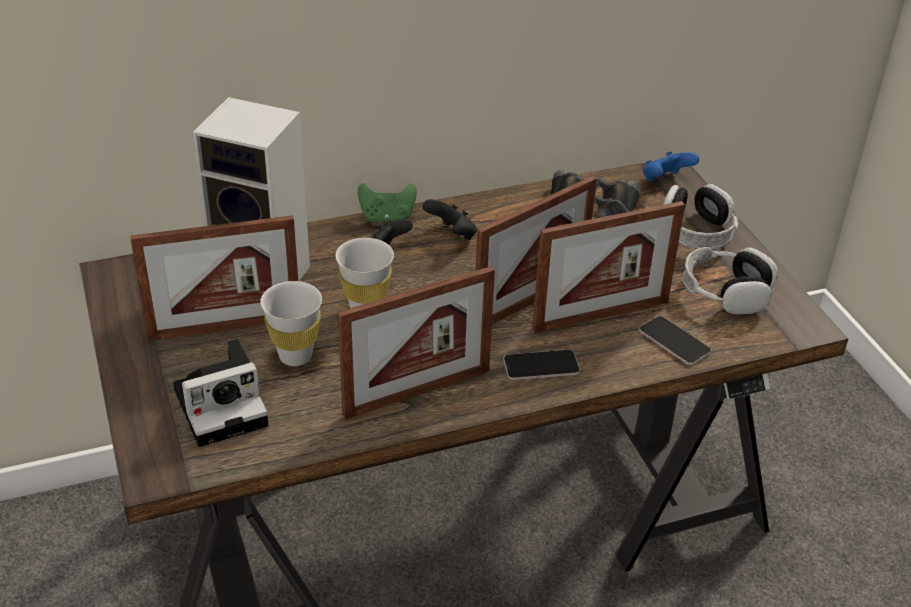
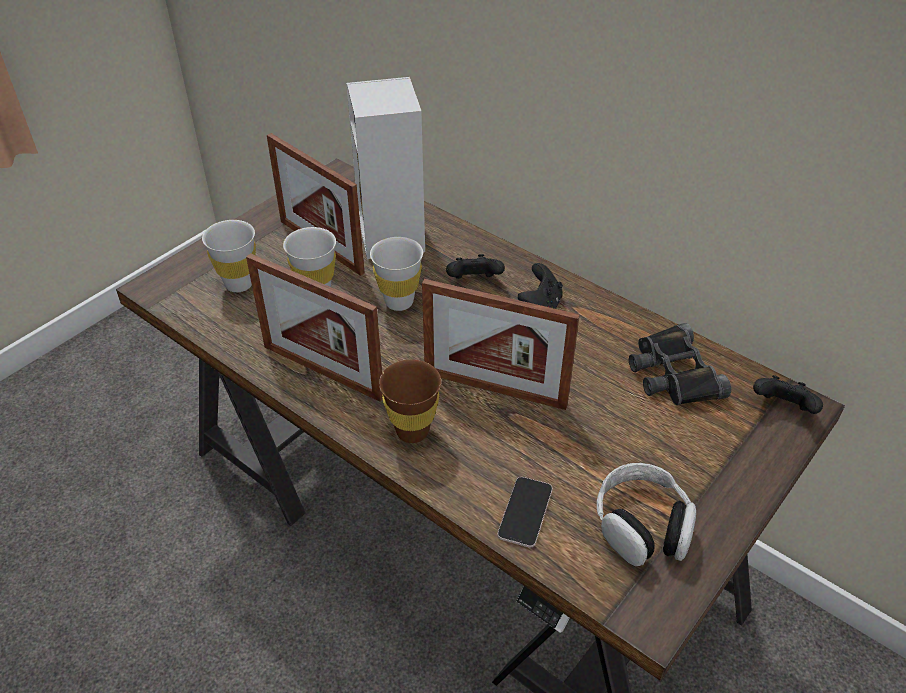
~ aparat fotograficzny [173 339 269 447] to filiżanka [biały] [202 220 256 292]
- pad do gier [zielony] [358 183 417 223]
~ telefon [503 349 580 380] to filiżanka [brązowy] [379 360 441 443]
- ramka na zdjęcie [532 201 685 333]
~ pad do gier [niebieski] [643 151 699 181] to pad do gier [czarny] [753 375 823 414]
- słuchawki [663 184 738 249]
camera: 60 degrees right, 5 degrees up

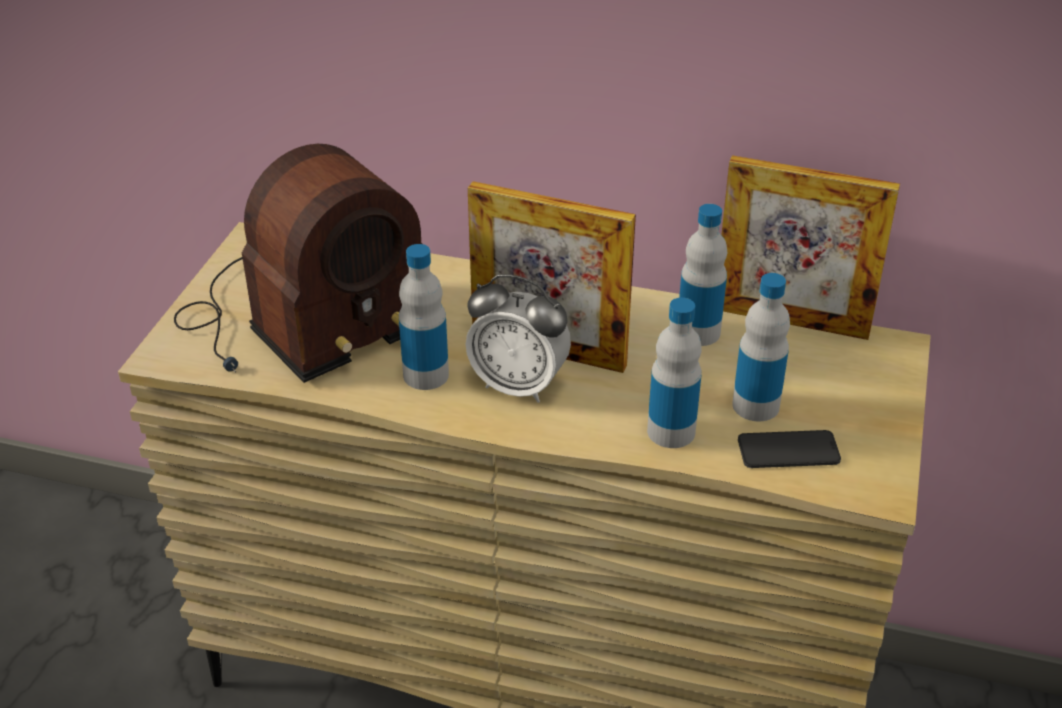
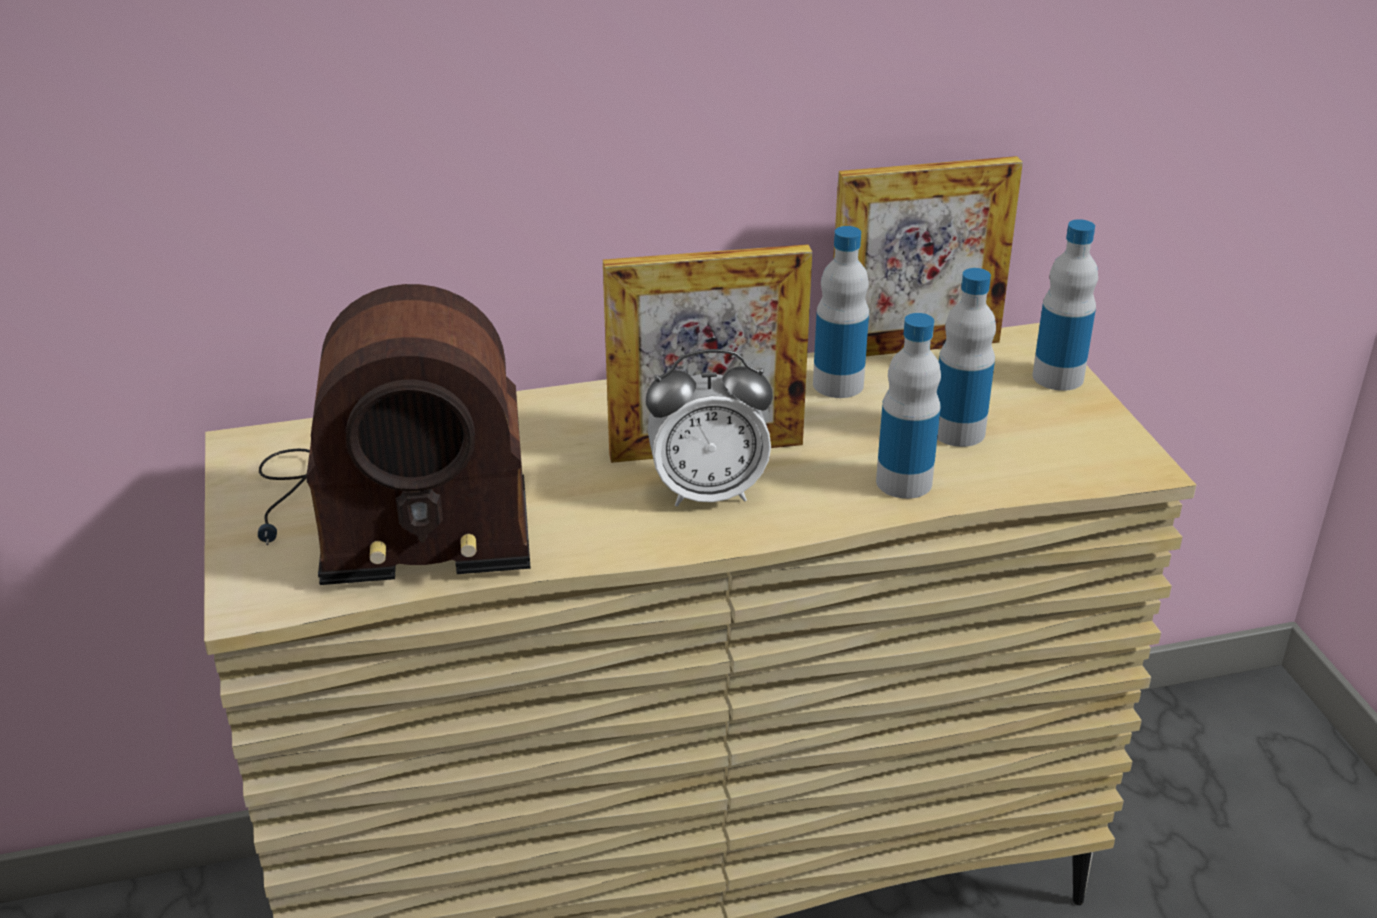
~ radio [174 144 422 383] = [258 284 531 585] 60 degrees clockwise
~ butelka [399 244 449 390] to [1032 219 1098 391]
- telefon [738 430 841 468]
camera: 30 degrees left, 5 degrees down

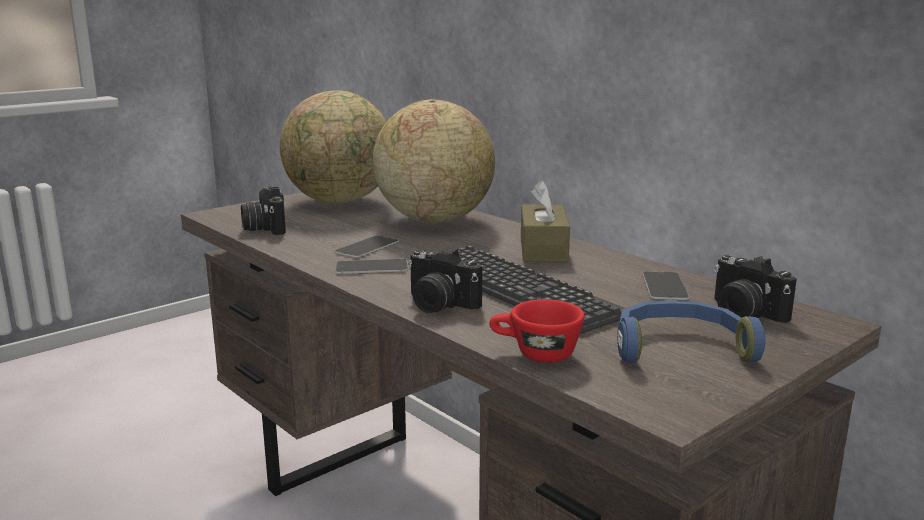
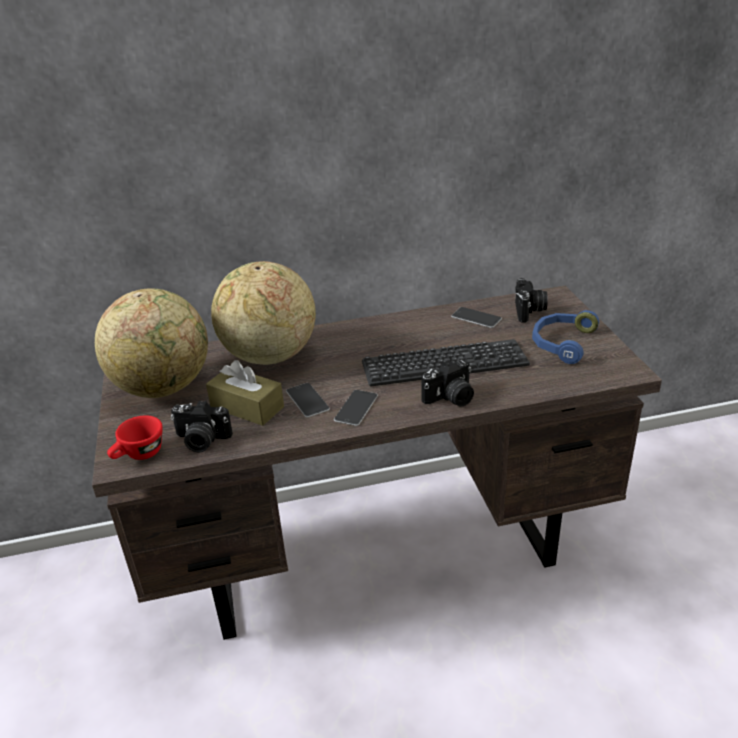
~ filiżanka [czerwony] [489 299 585 363] to [107 415 163 460]
~ pudełko chusteczek [brązowy] [521 180 570 263] to [206 360 284 426]
~ aparat fotograficzny [714 255 797 323] = [515 278 548 322] 75 degrees counterclockwise
camera: 60 degrees left, 15 degrees up

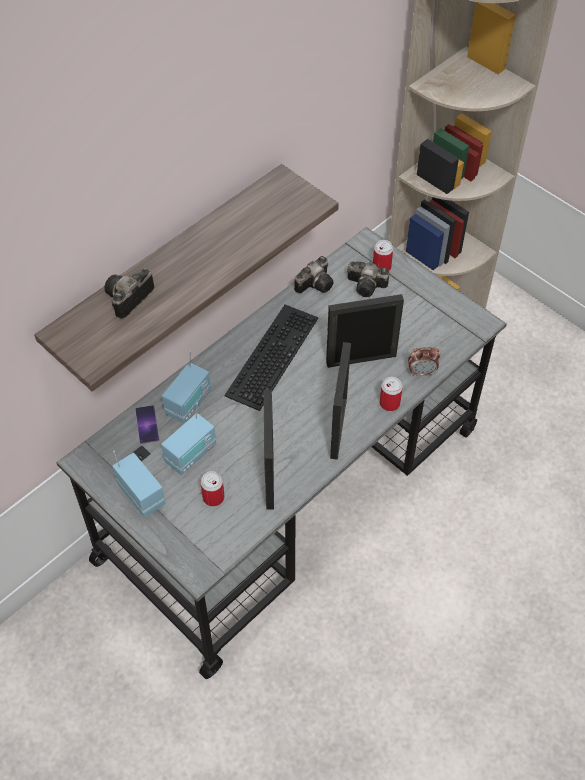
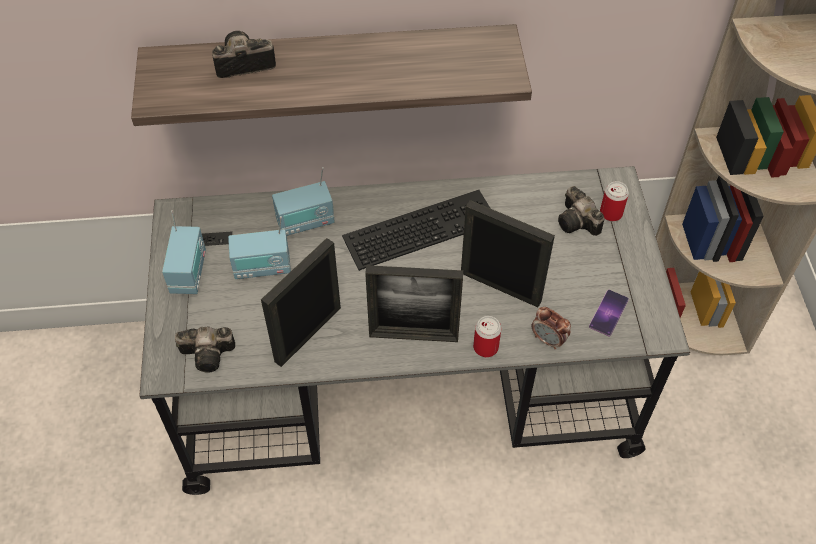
~ telefon [135 405 159 444] to [589 290 629 337]
- puszka [200 471 225 506]
~ aparat fotograficzny [294 256 333 293] to [175 327 235 372]
~ ramka na zdjęcie [330 342 351 460] = [365 265 463 342] 45 degrees clockwise
camera: 40 degrees right, 0 degrees up

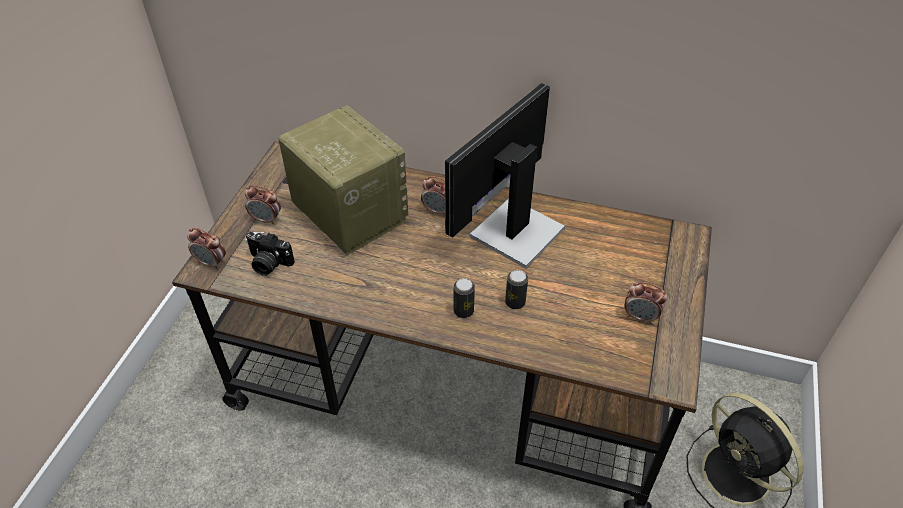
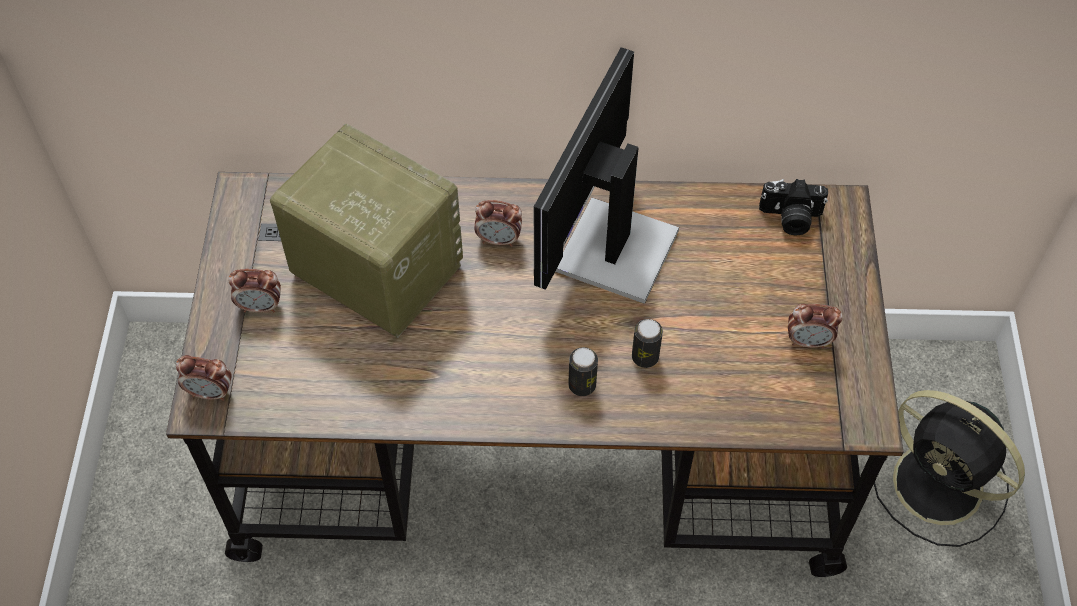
~ aparat fotograficzny [245 232 295 276] to [759 179 828 236]
camera: 15 degrees left, 10 degrees up

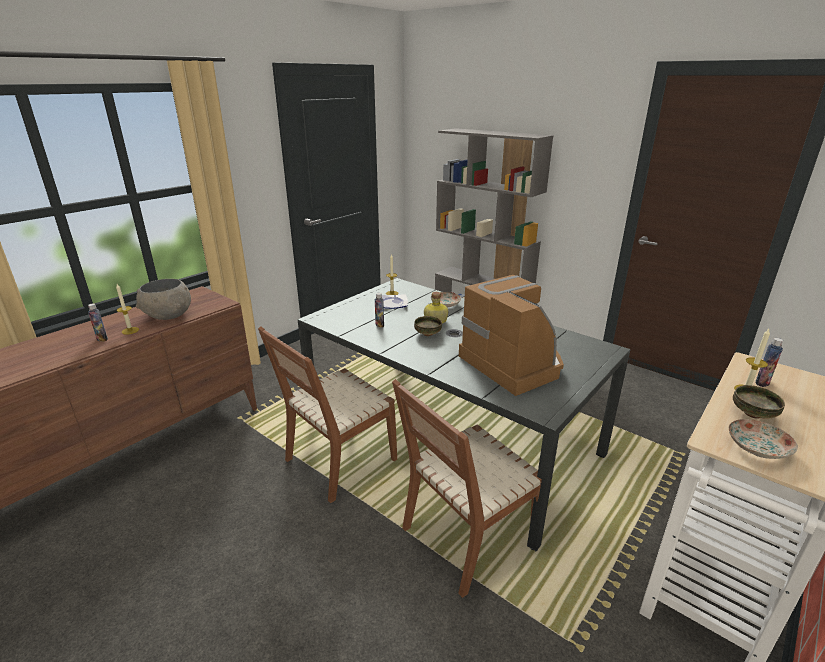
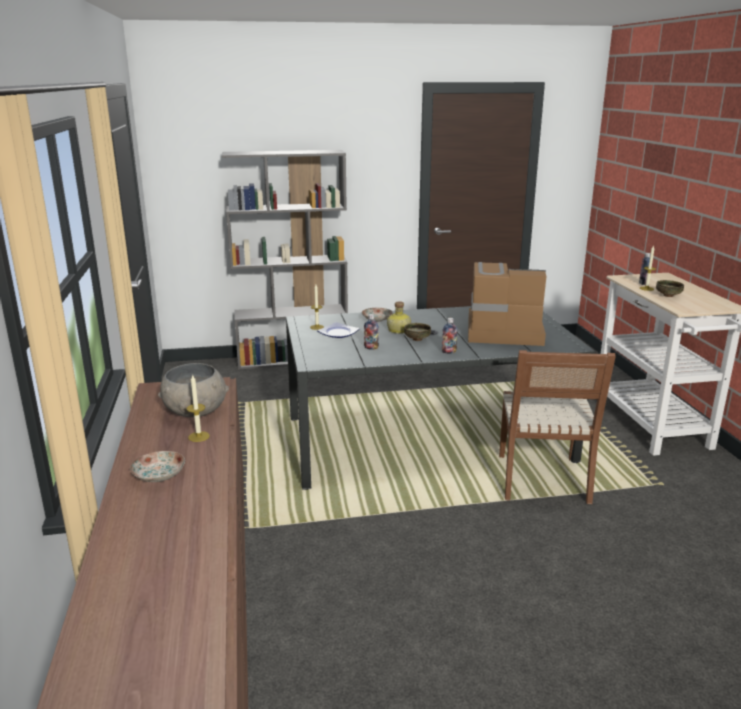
~ butelka [88 303 108 342] to [442 318 458 354]
- krzesło [258 326 397 503]
~ talerz [729 419 798 459] to [130 451 185 482]
camera: 50 degrees left, 5 degrees down

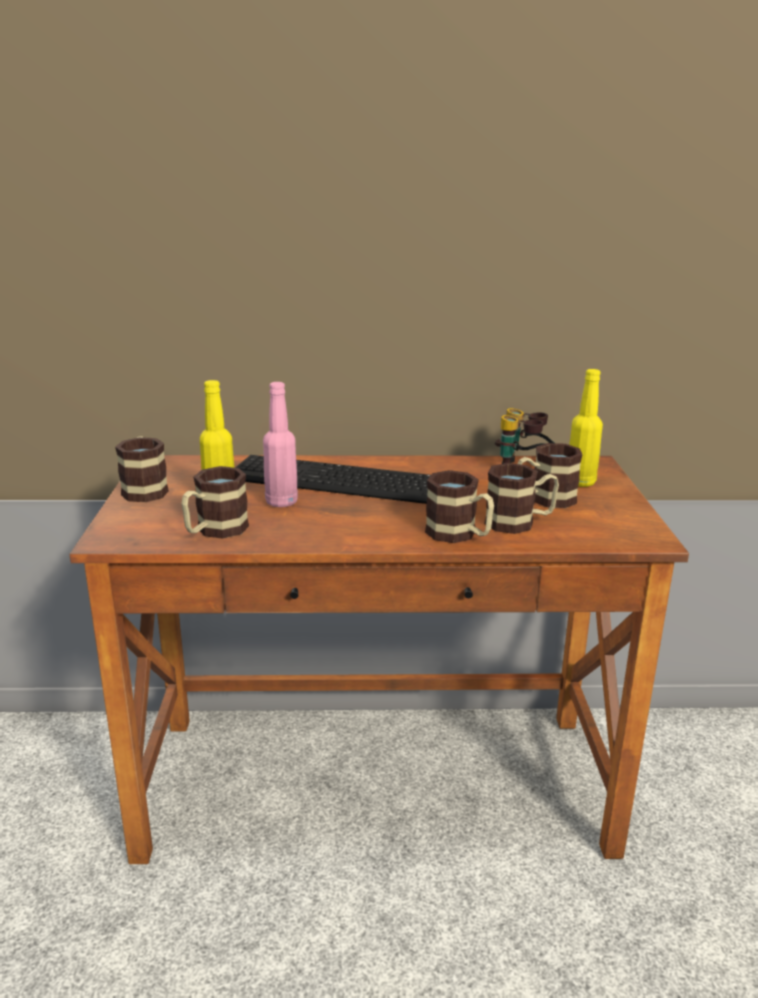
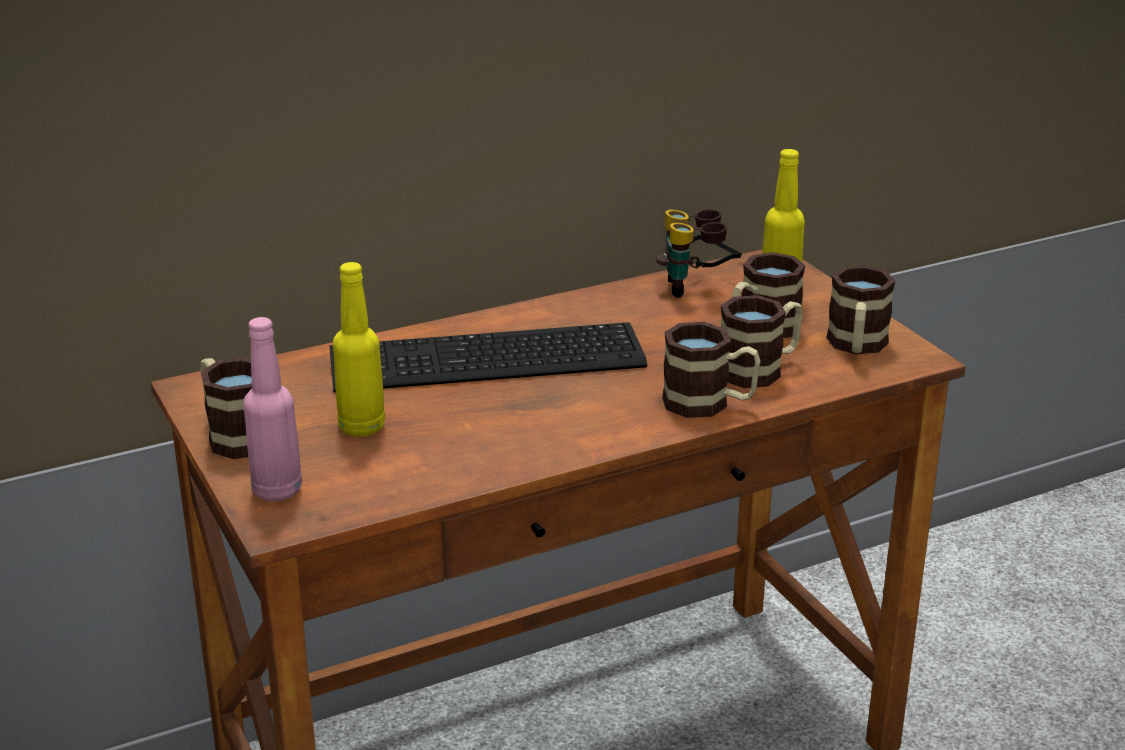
~ kubek [181 466 249 539] to [826 265 895 355]
~ butelka [różowy] [263 382 298 507] to [243 317 302 501]
camera: 25 degrees left, 5 degrees up

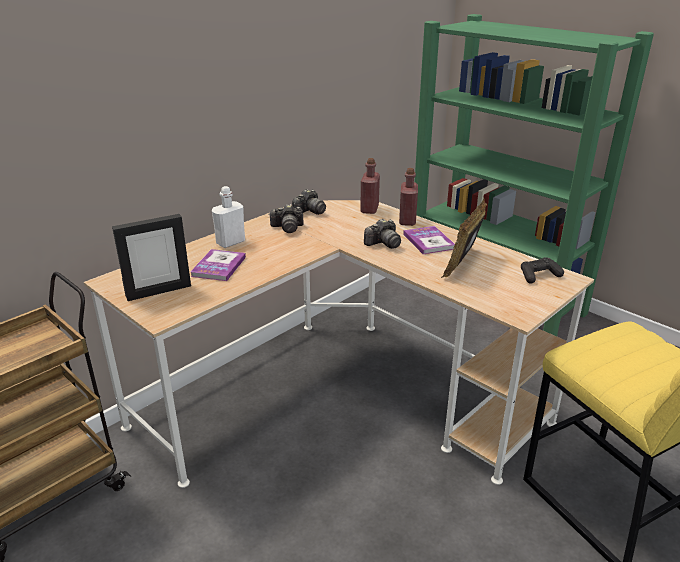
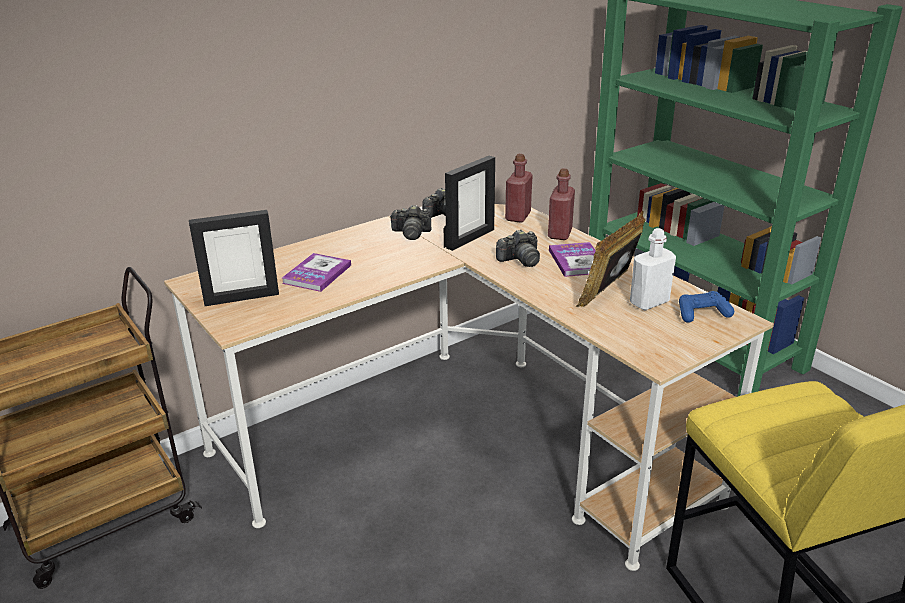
~ butelka [biały] [212 186 245 248] to [630 228 676 311]
~ pad do gier [czarny] [521 257 564 284] to pad do gier [niebieski] [679 291 734 323]
+ ramka na zdjęcie [444 156 495 251]
camera: 10 degrees right, 0 degrees up

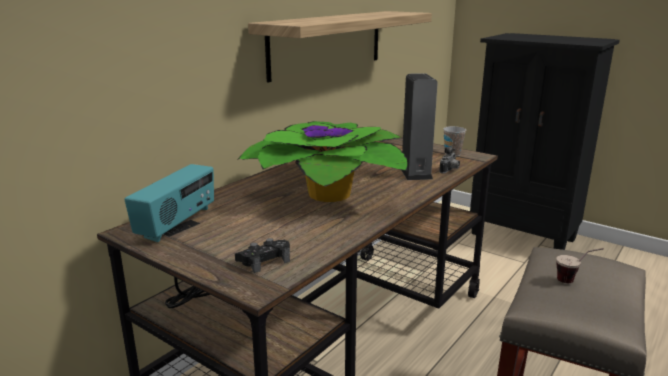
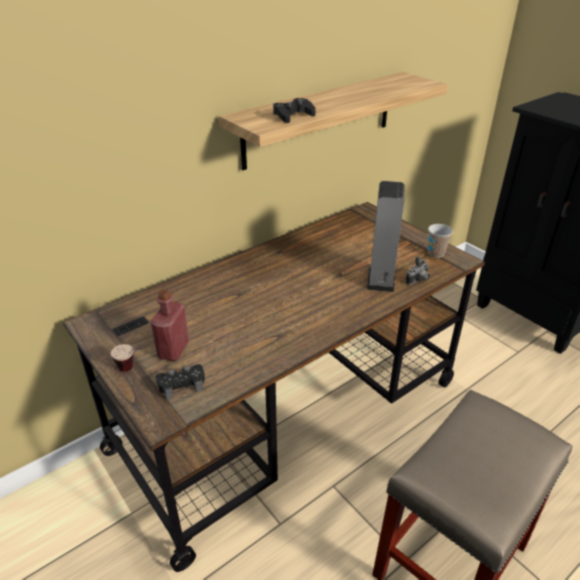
- radio [124 164 214 242]
- roślina doniczkowa [237 121 407 202]
~ filiżanka [556 248 604 283] to [111 344 144 372]
+ butelka [czerwony] [150 289 189 361]
+ pad do gier [czarny] [273 98 316 123]
camera: 15 degrees right, 15 degrees up

